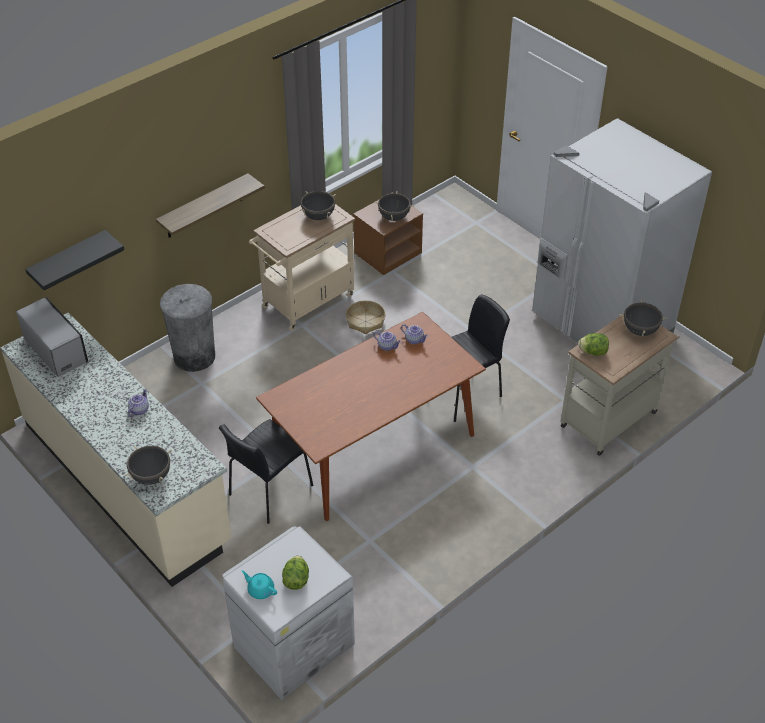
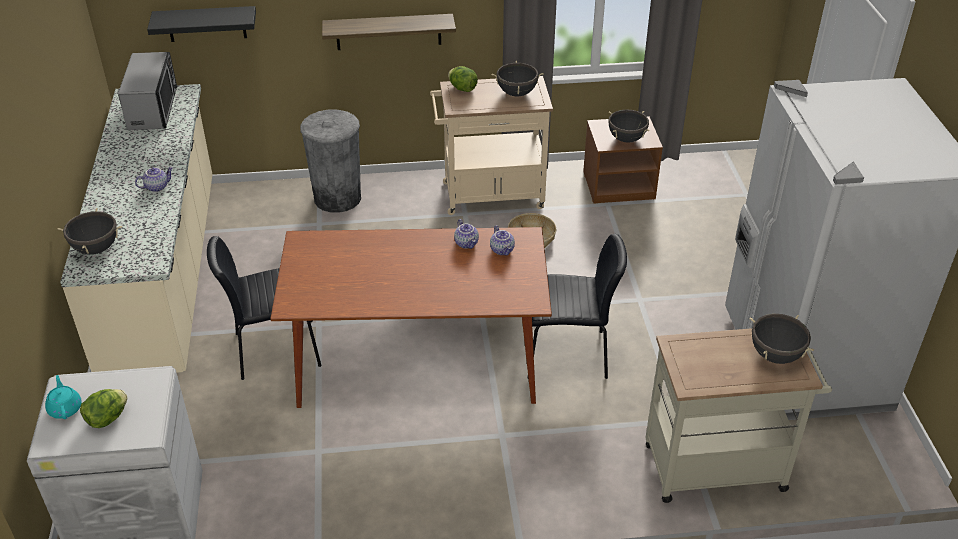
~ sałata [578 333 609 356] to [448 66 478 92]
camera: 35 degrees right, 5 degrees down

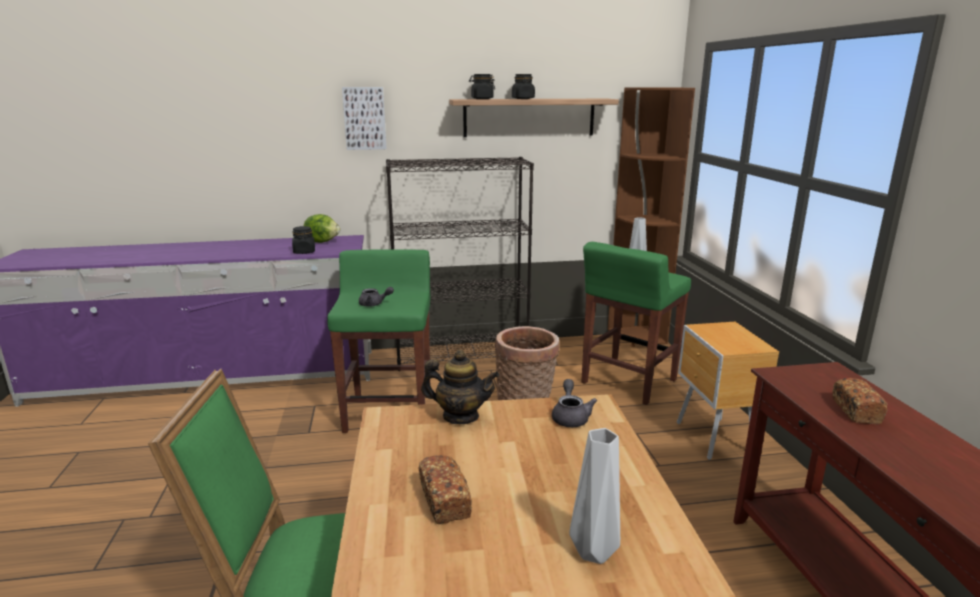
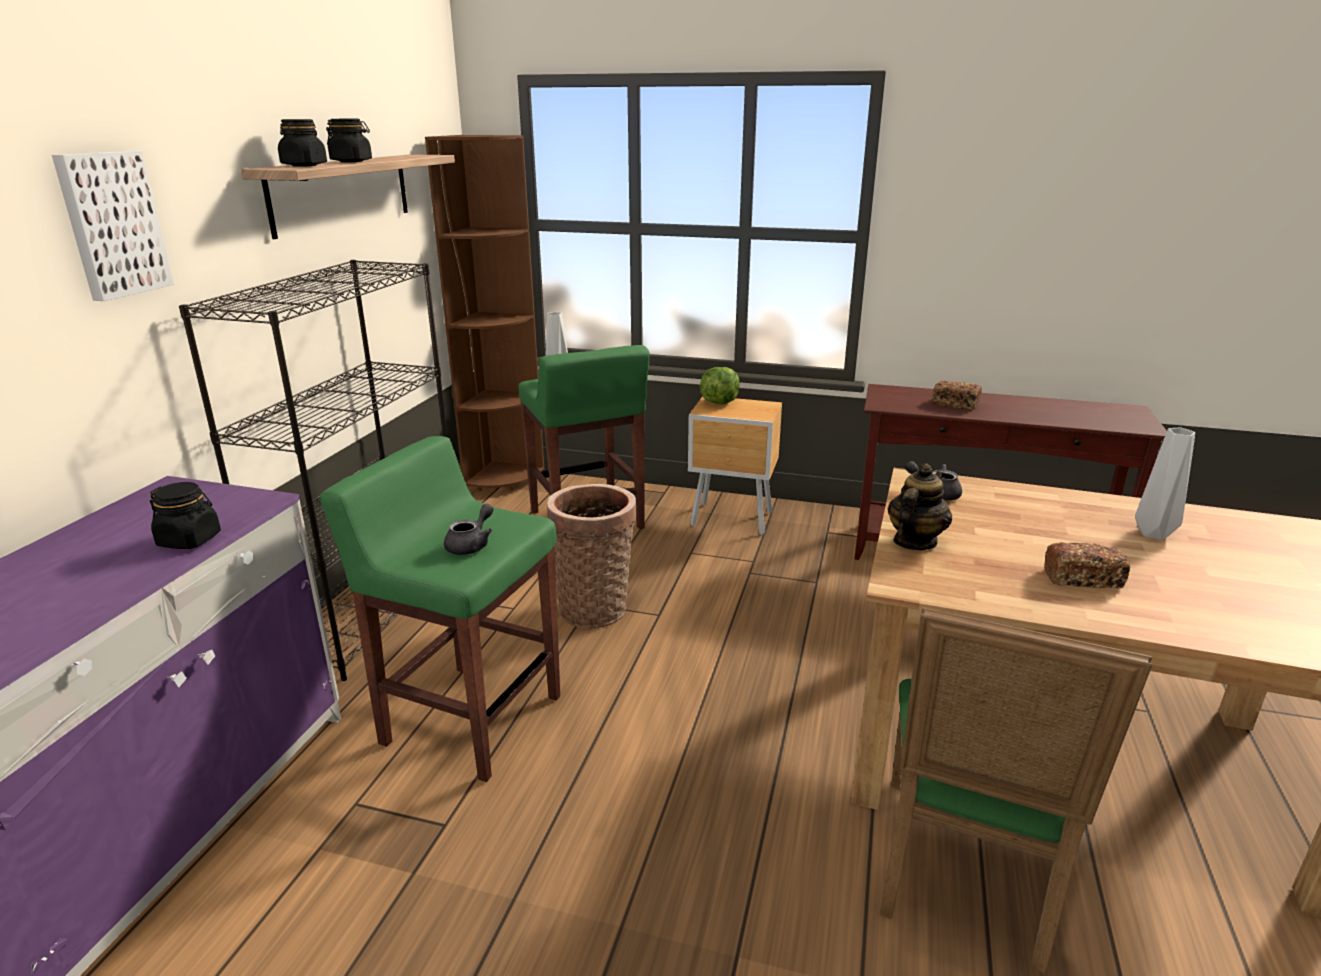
~ sałata [304 214 340 243] to [700 367 740 405]
camera: 65 degrees left, 5 degrees up

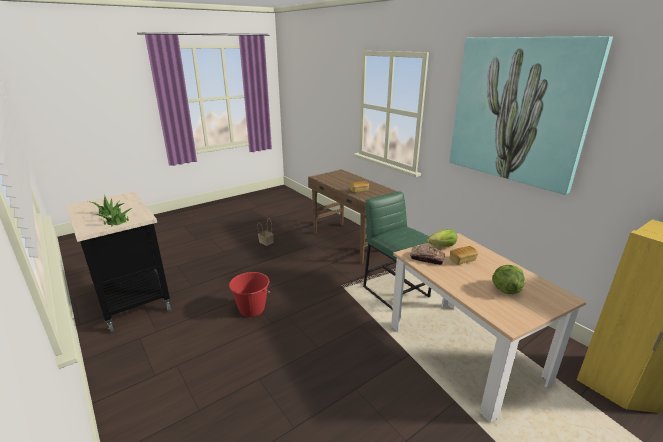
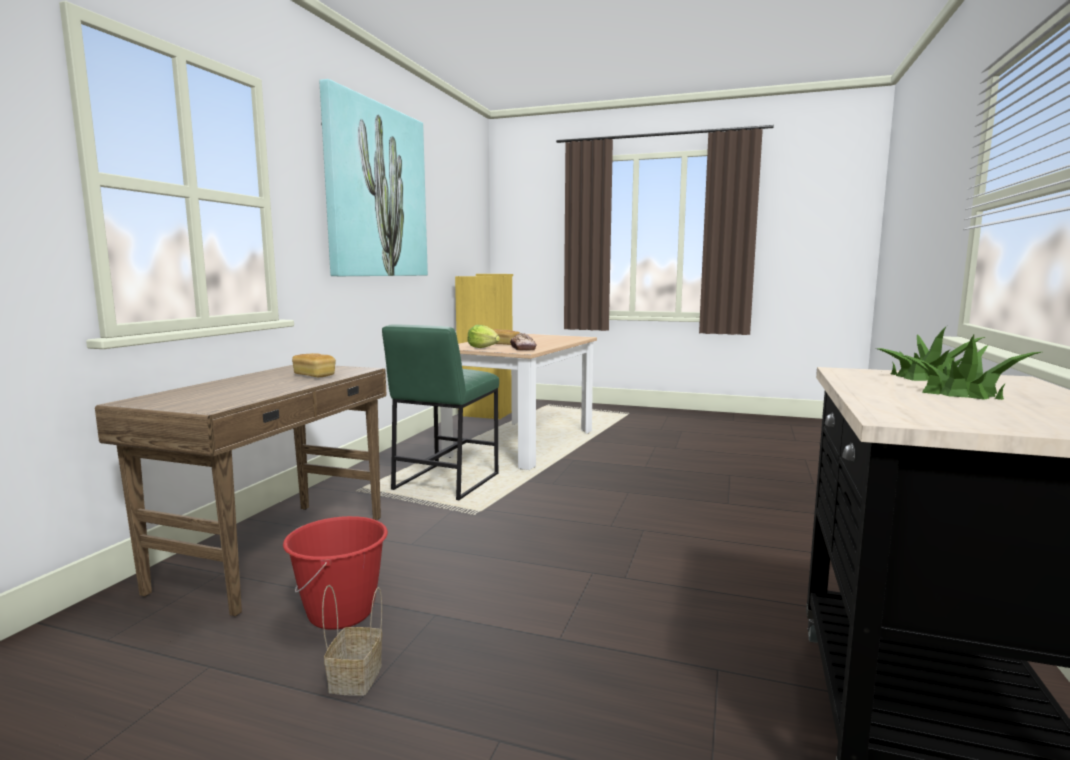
~ wiadro [czerwony] [229 272 270 317] to [283 516 388 630]
- sałata [492 265 525 294]
camera: 125 degrees left, 15 degrees down

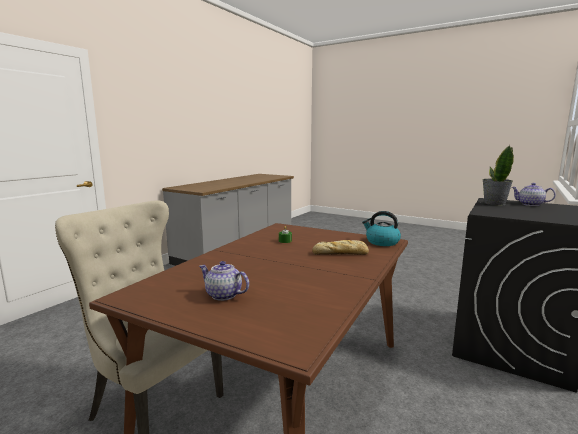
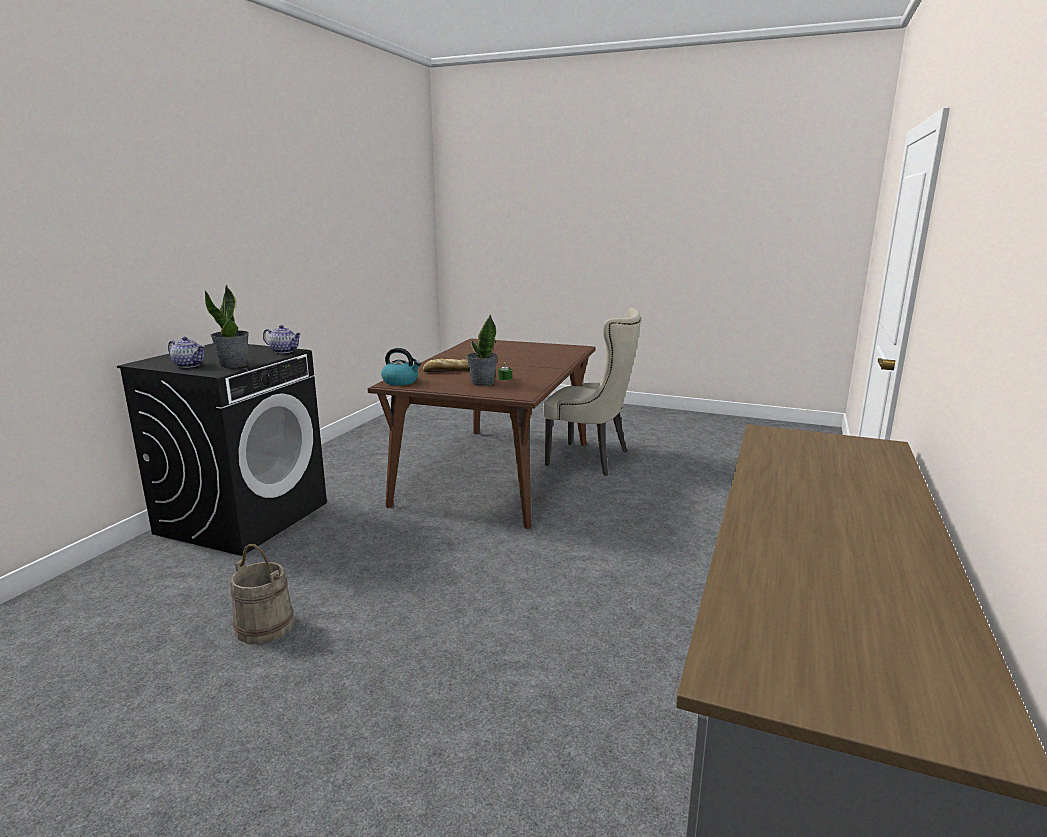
~ imbryk [199 261 249 301] to [263 325 302 353]
+ wiadro [beżowy] [230 544 294 644]
+ roślina doniczkowa [466 314 498 386]
camera: 170 degrees right, 5 degrees up

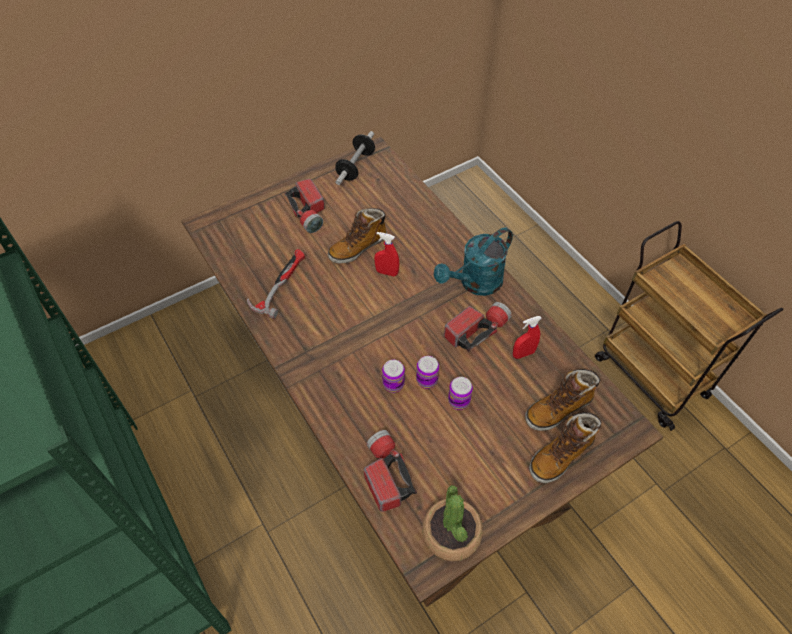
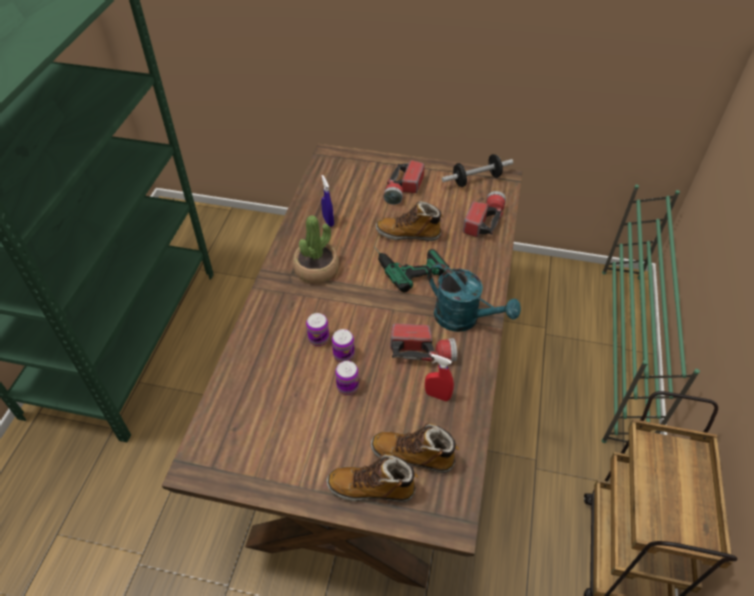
~ młotek [247 249 305 319] to spryskiwacz [niebieski] [321 175 334 227]
~ latarka [364 430 417 512] to [463 191 506 237]
~ spryskiwacz [czerwony] [374 232 399 276] to wiertarka [374 246 449 293]
~ roślina doniczkowa [422 485 483 561] to [293 215 339 283]
~ konewka [turkusowy] [434 227 513 296] = [428 263 521 332] 150 degrees counterclockwise
+ regał na buty [zielony] [602 185 700 443]
camera: 45 degrees right, 5 degrees down

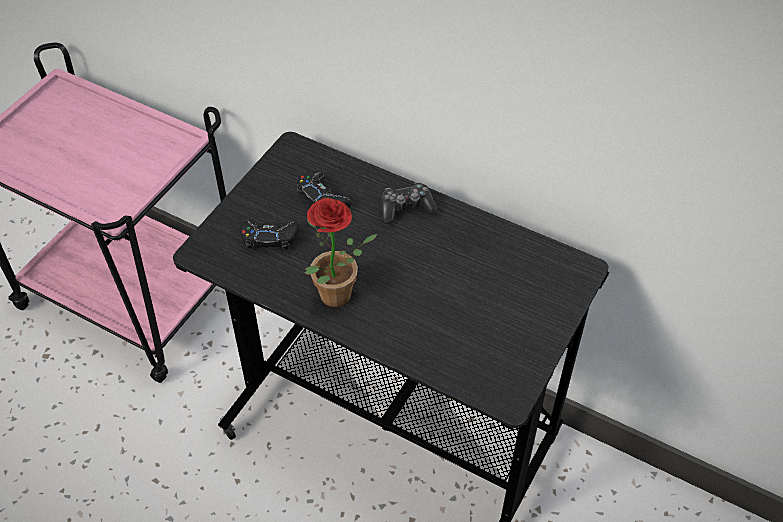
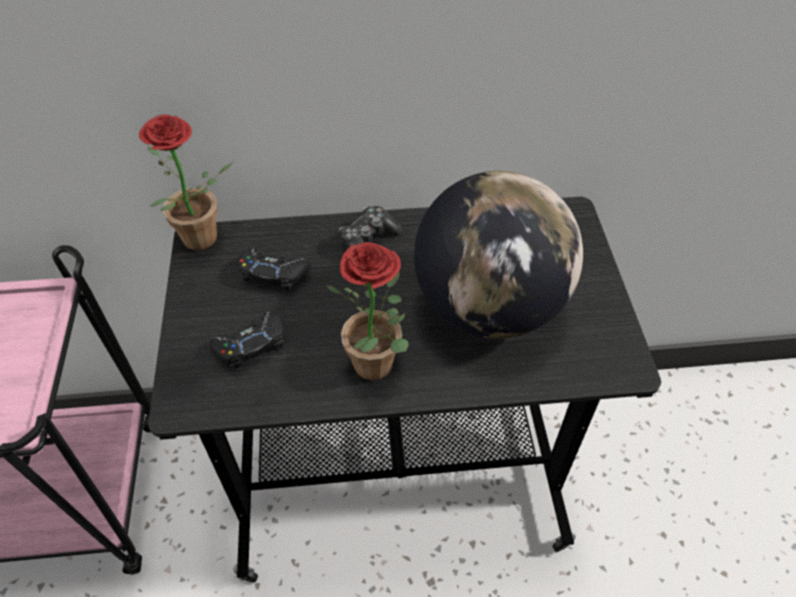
+ roślina doniczkowa [139 114 233 250]
+ globus [414 171 583 339]
camera: 35 degrees left, 0 degrees up

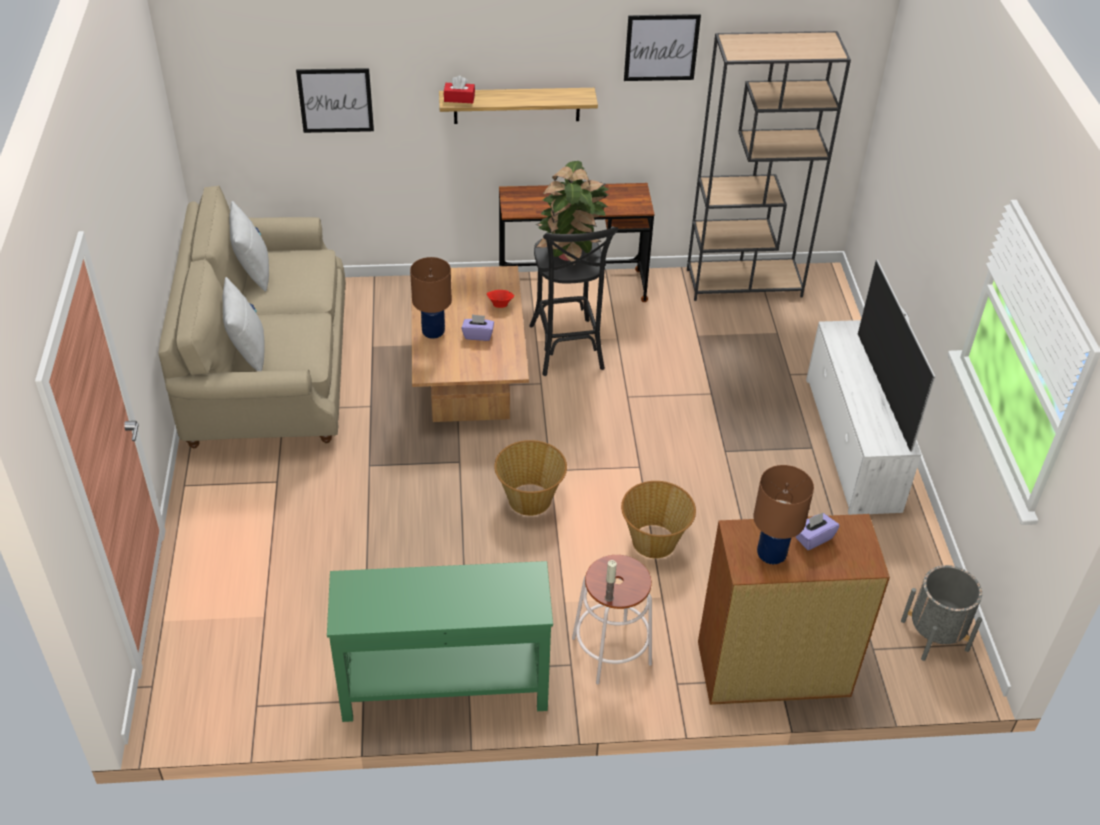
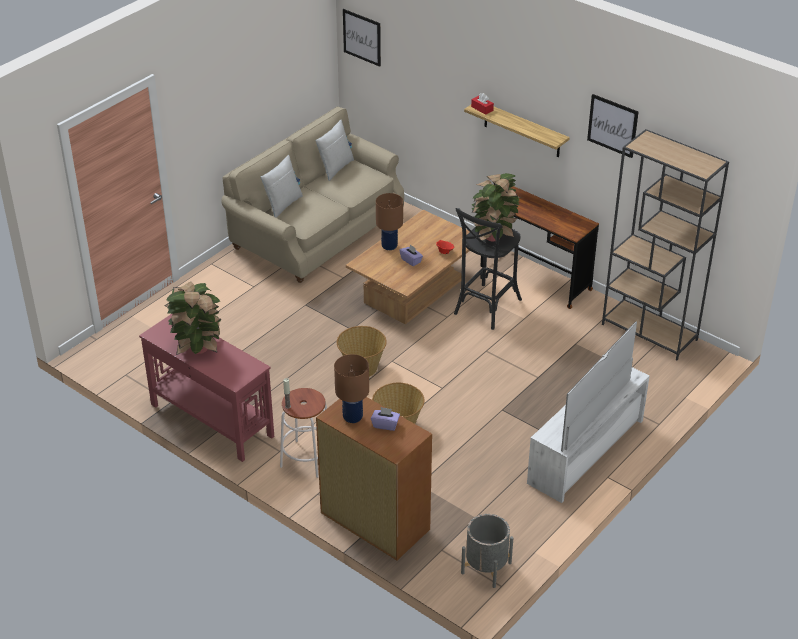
~ obraz [296 68 374 133] to [343 9 381 67]
~ stolik konsolowy [zielony] [327 561 553 722] to stolik konsolowy [czerwony] [139 314 274 462]
+ roślina doniczkowa [165 282 222 355]
camera: 45 degrees right, 5 degrees down

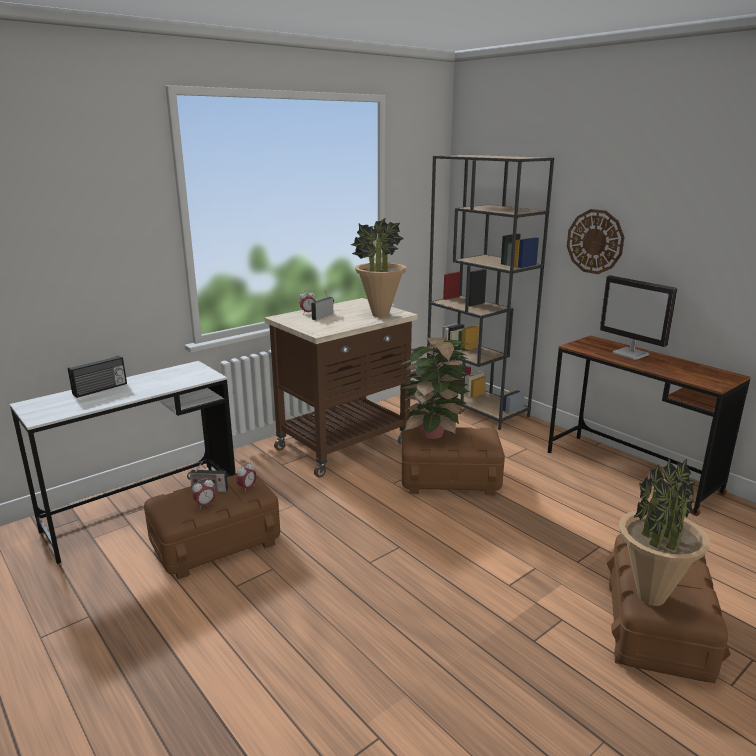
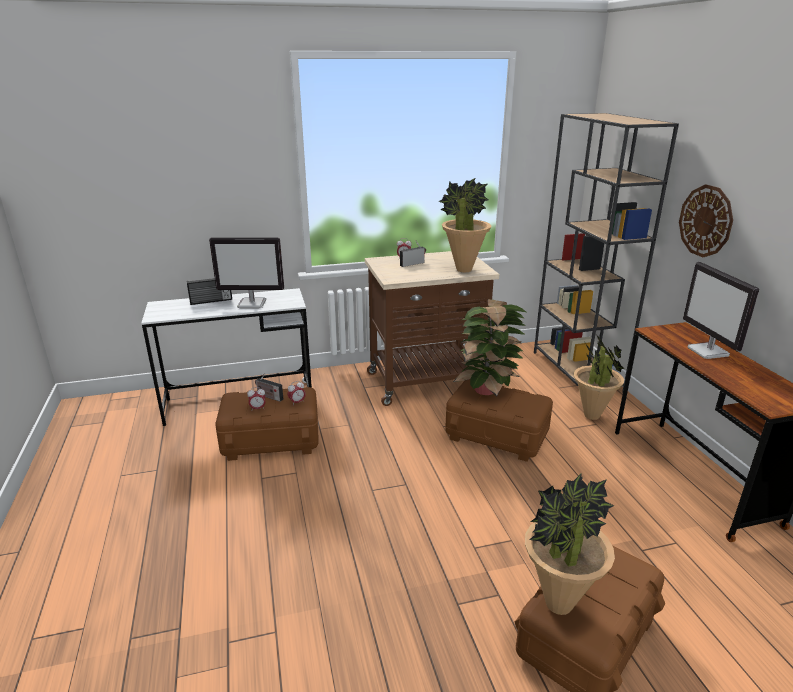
+ monitor [209 237 284 308]
+ roślina doniczkowa [574 336 624 420]
camera: 25 degrees right, 5 degrees up

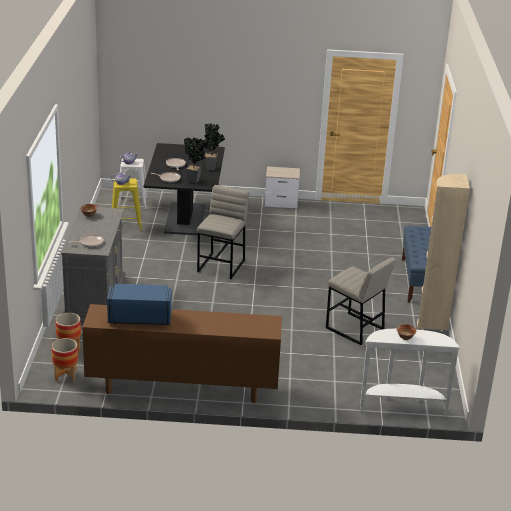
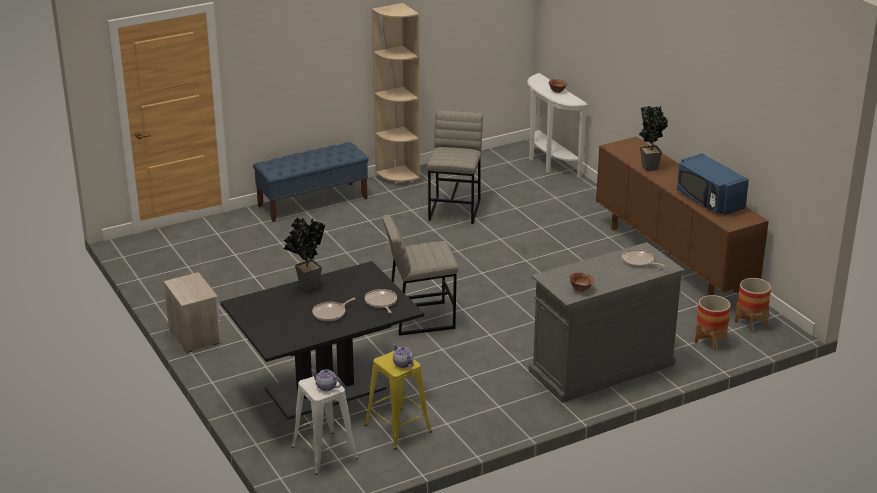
~ roślina doniczkowa [184 138 206 184] to [639 105 668 171]
camera: 120 degrees left, 0 degrees up

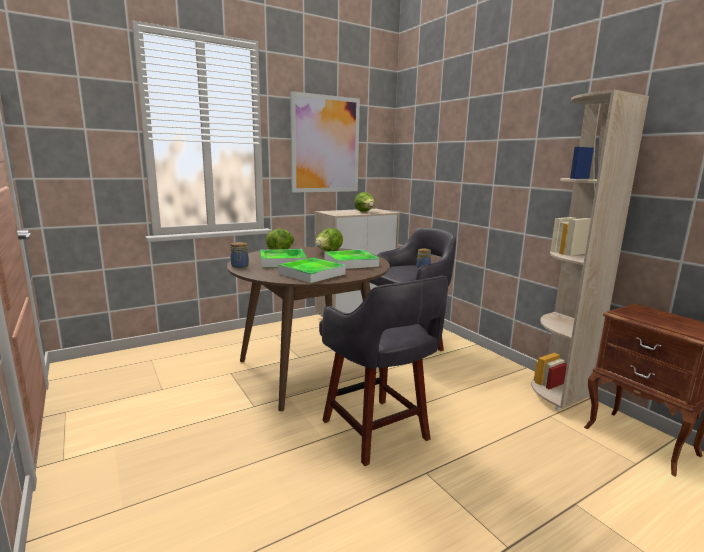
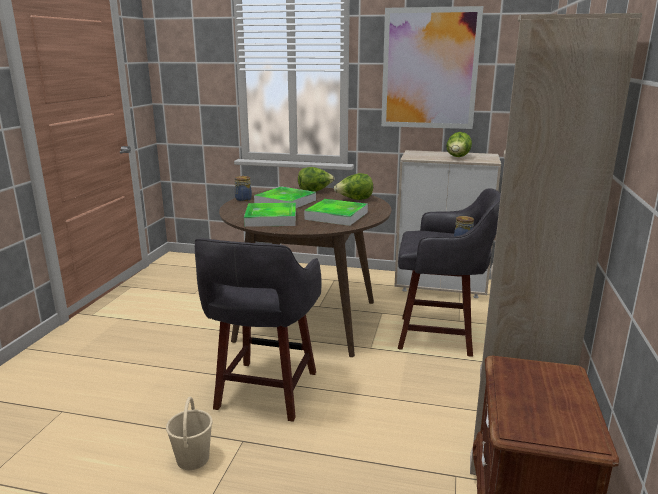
+ wiadro [beżowy] [166 397 212 470]
camera: 45 degrees right, 5 degrees up

